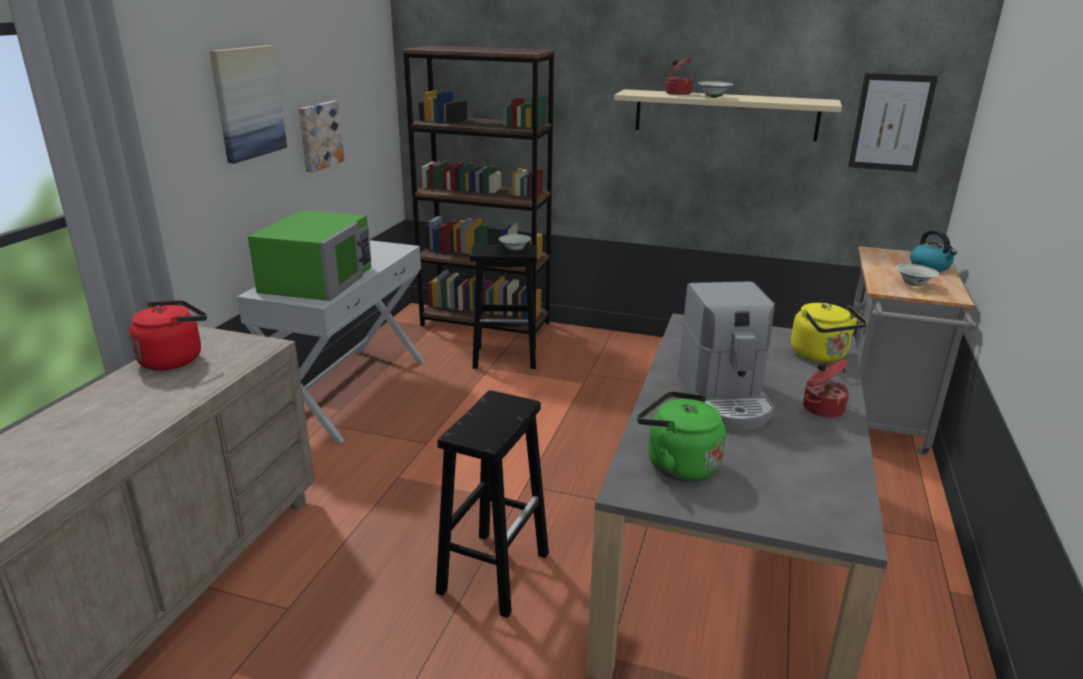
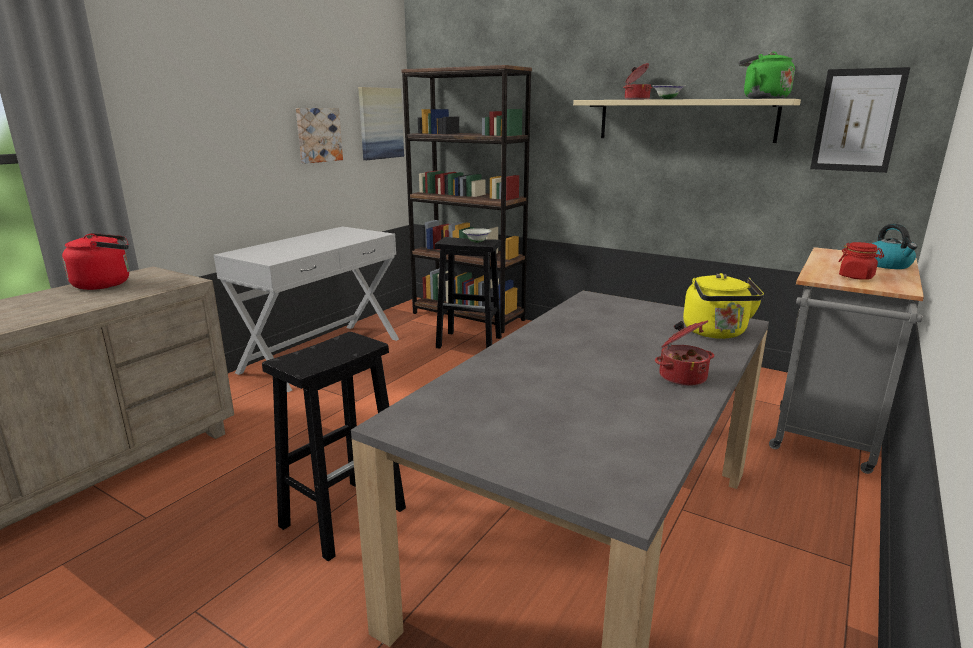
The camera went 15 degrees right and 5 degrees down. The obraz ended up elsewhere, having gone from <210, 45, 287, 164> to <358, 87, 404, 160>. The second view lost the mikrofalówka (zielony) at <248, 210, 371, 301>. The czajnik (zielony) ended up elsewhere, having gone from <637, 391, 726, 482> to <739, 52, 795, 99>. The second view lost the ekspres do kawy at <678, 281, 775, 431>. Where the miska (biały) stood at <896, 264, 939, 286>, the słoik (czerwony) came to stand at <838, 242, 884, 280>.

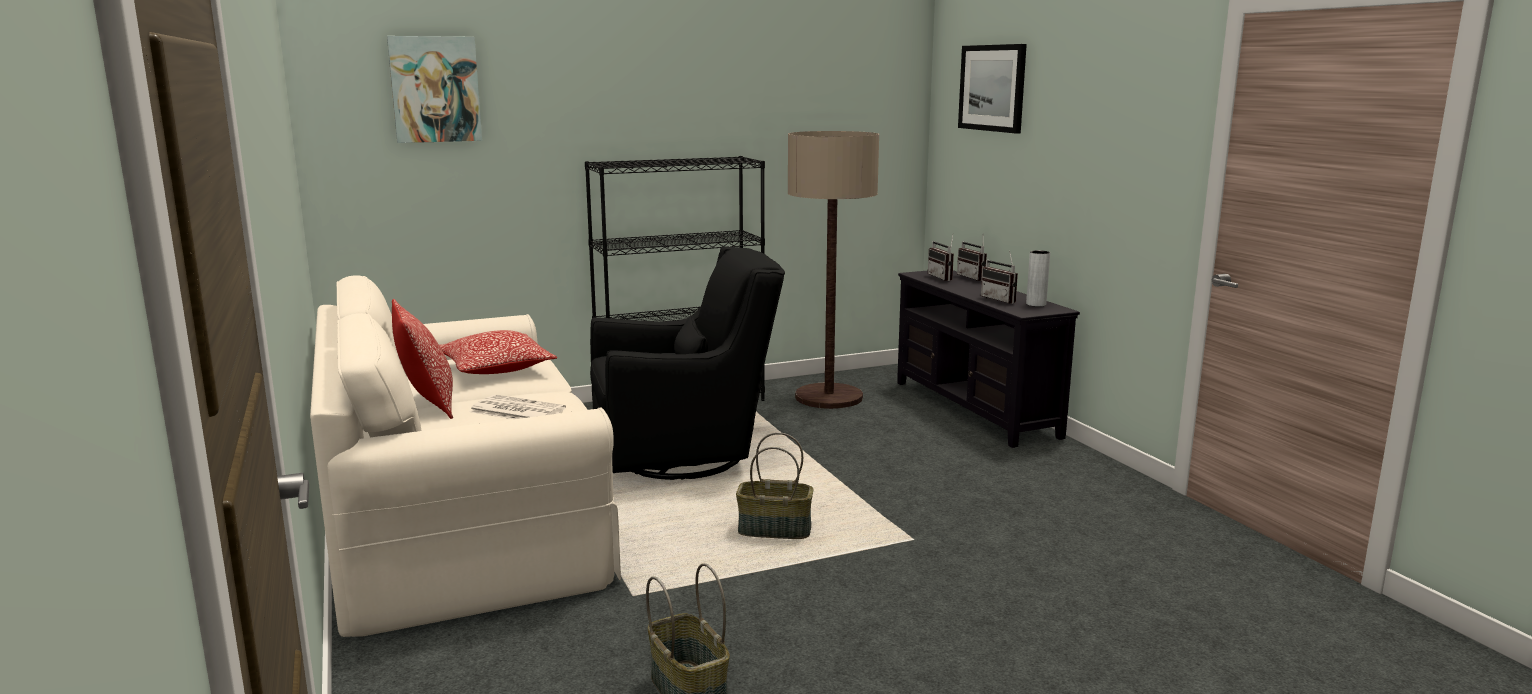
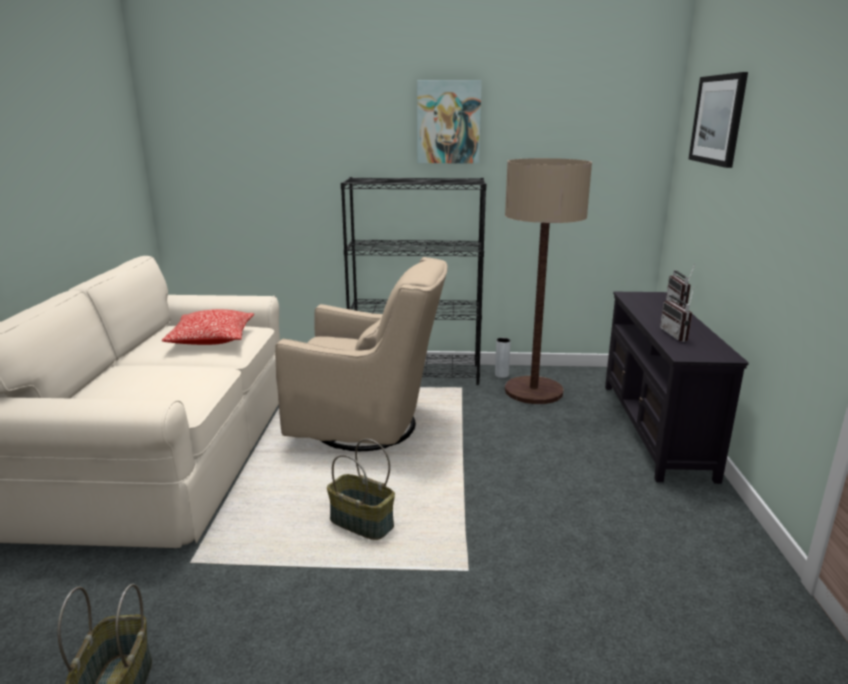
The camera went 25 degrees right and 5 degrees up. The obraz ended up elsewhere, having gone from <387, 36, 482, 143> to <417, 80, 482, 163>. The second view lost the poduszka at <392, 299, 453, 419>. The second view lost the gazeta at <469, 395, 566, 419>. What was the fotel (czarny) at <590, 246, 785, 480> turned into the fotel (beżowy) at <275, 257, 448, 451>. The second view lost the radio at <928, 235, 954, 281>. The wazon (szary) ended up elsewhere, having gone from <1026, 250, 1050, 307> to <495, 338, 511, 378>.

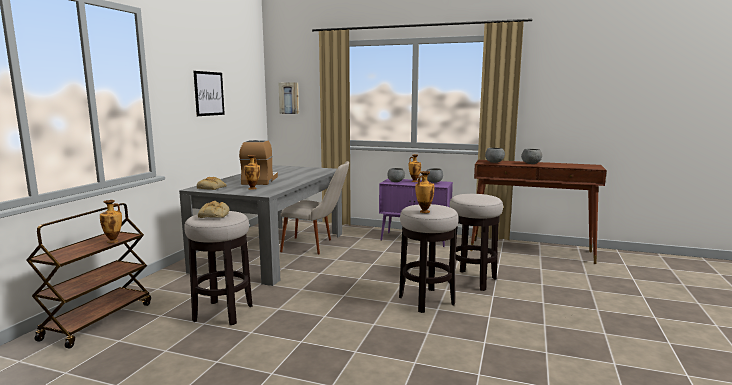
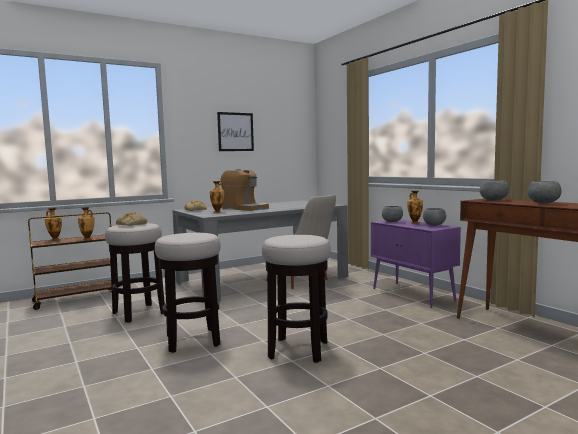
The camera went 40 degrees right and 5 degrees down. The ekspres do kawy at <239, 140, 278, 185> ended up facing another way, 90 degrees clockwise from before. The second view lost the obraz at <279, 82, 299, 114>. The wazon ended up elsewhere, having gone from <415, 171, 434, 213> to <45, 208, 62, 241>. The stołek ended up elsewhere, having gone from <448, 194, 503, 291> to <155, 233, 221, 353>.

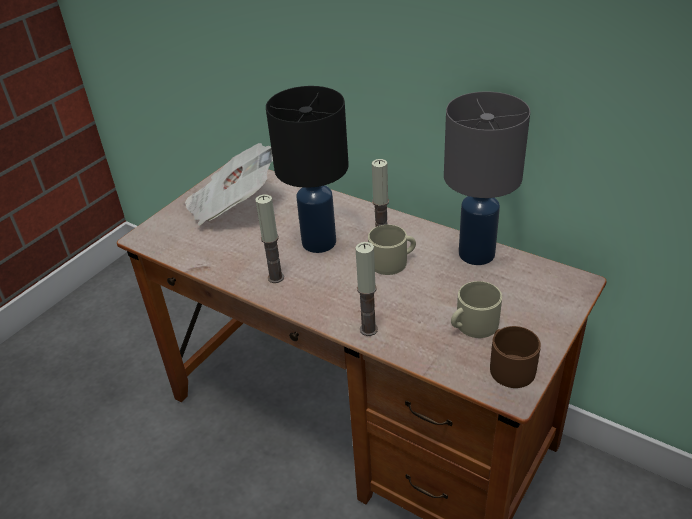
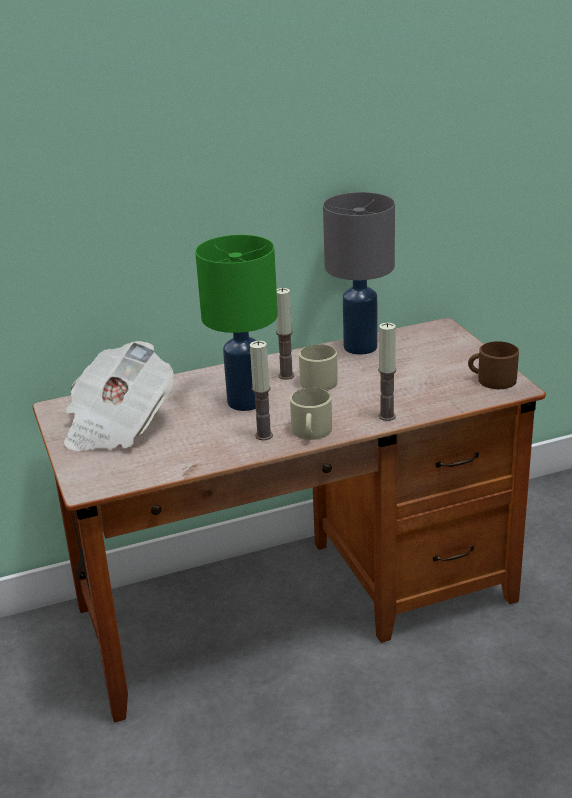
The camera went 55 degrees left and 10 degrees down. What was the lampa stołowa (czarny) at <266, 86, 349, 253> turned into the lampa stołowa (zielony) at <195, 235, 278, 411>. The kubek (beżowy) ended up elsewhere, having gone from <451, 281, 502, 338> to <290, 388, 332, 440>.

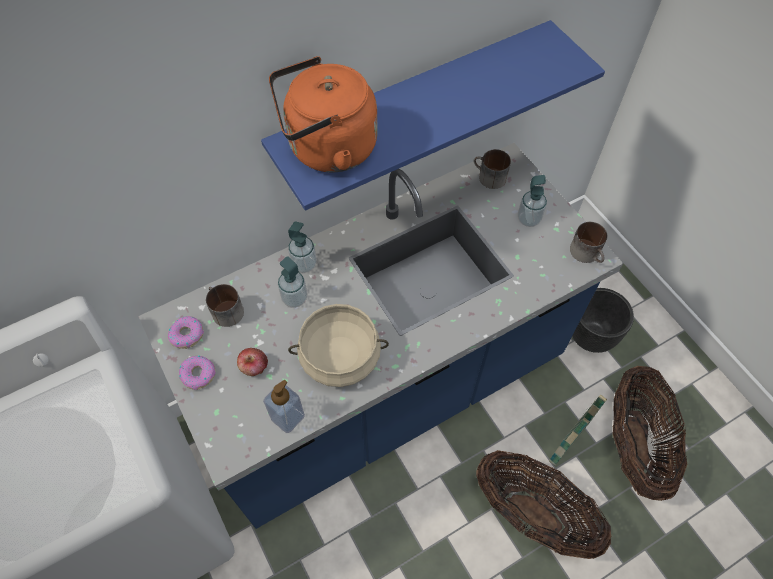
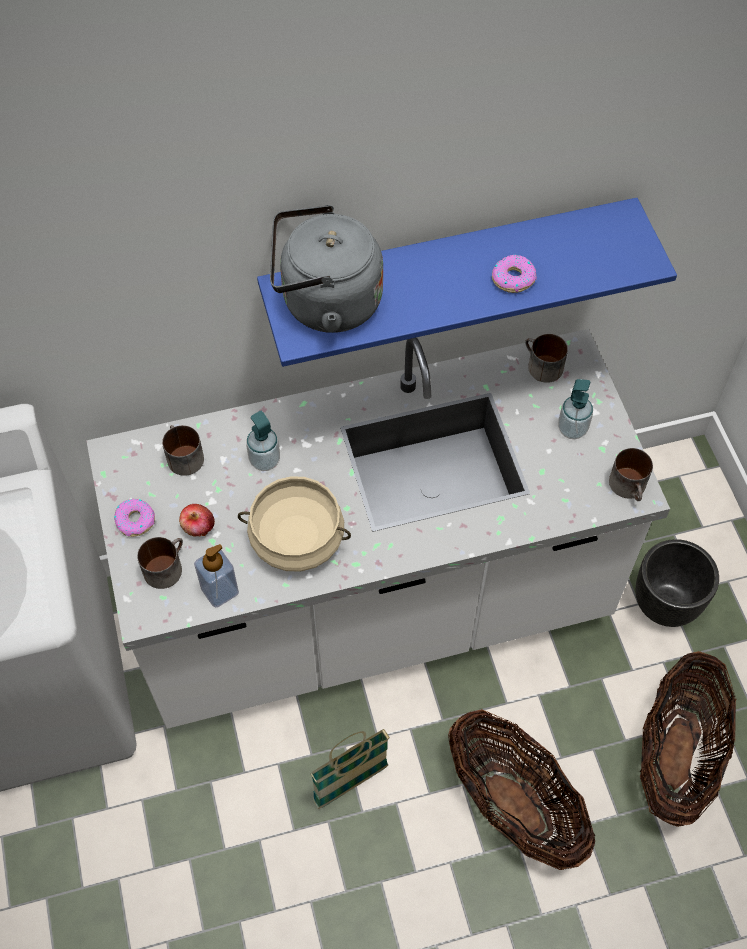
The camera went 15 degrees right and 0 degrees up. What was the zabudowa kuchenna (niebieski) at <138, 143, 623, 529> turned into the zabudowa kuchenna (biały) at <86, 329, 670, 729>. The donut ended up elsewhere, having gone from <168, 316, 204, 349> to <492, 255, 537, 293>. What was the czajnik (pomarańczowy) at <269, 56, 378, 172> turned into the czajnik (szary) at <270, 205, 383, 333>. The second view lost the dozownik mydła at <288, 222, 317, 273>. The koszyk ended up elsewhere, having gone from <549, 394, 607, 465> to <310, 729, 390, 809>. The second view gained the kubek at <137, 537, 183, 589>.

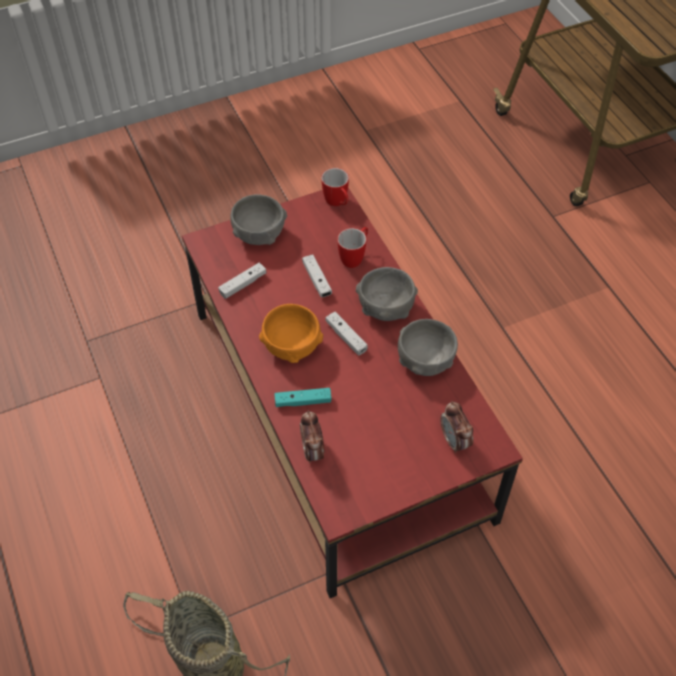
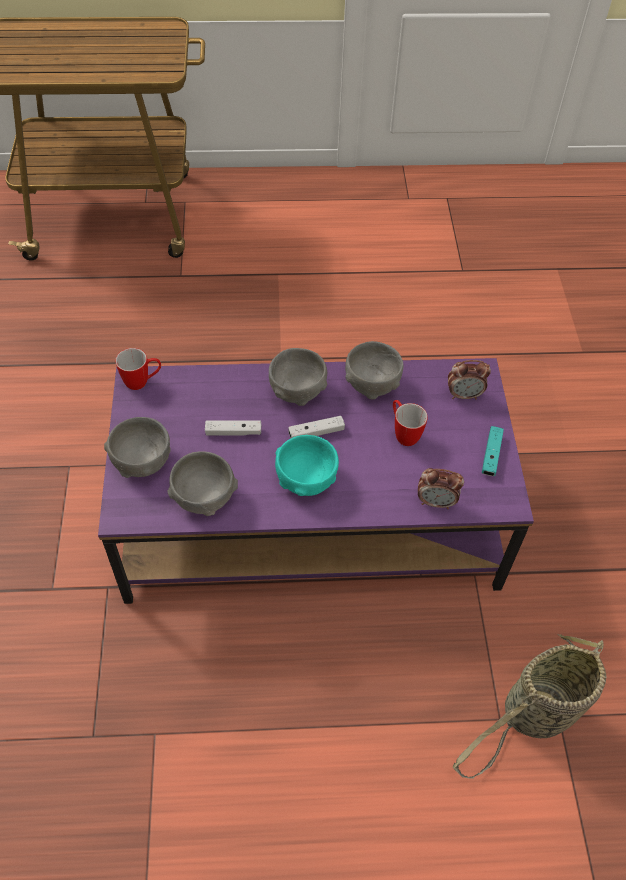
The camera went 70 degrees left and 0 degrees up. What was the ława (czerwony) at <182, 188, 523, 598> turned into the ława (fioletowy) at <98, 358, 534, 604>. Where the pad do gier (biały) stood at <218, 263, 267, 299>, the miska (szary) came to stand at <168, 451, 238, 516>. What was the miska (pomarańczowy) at <259, 304, 323, 363> turned into the miska (turkusowy) at <275, 435, 339, 496>. The pad do gier (turkusowy) ended up elsewhere, having gone from <274, 388, 331, 407> to <482, 426, 504, 476>. The kubek ended up elsewhere, having gone from <337, 227, 368, 268> to <393, 400, 428, 446>.

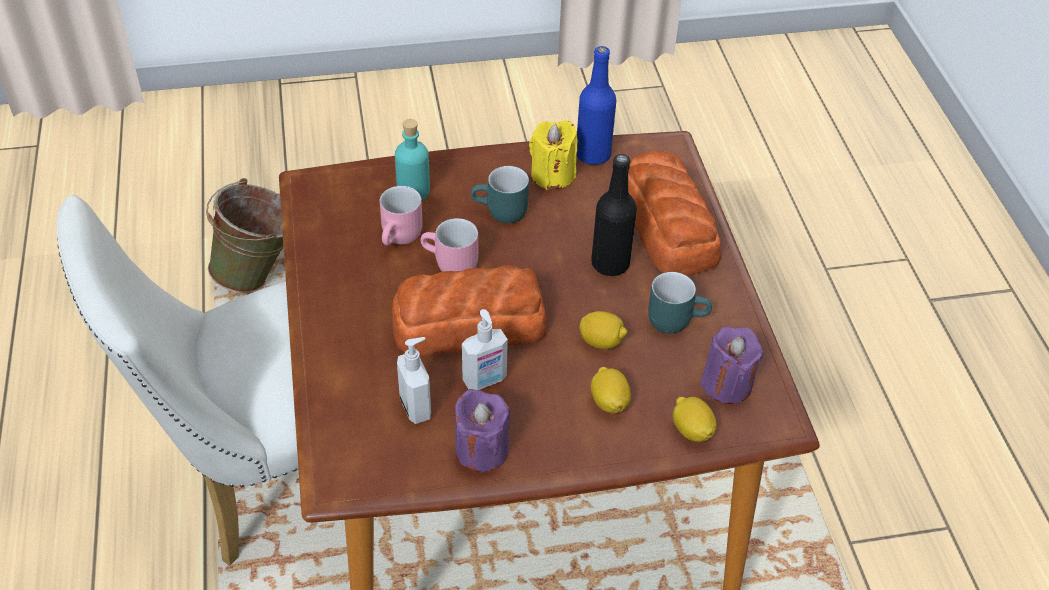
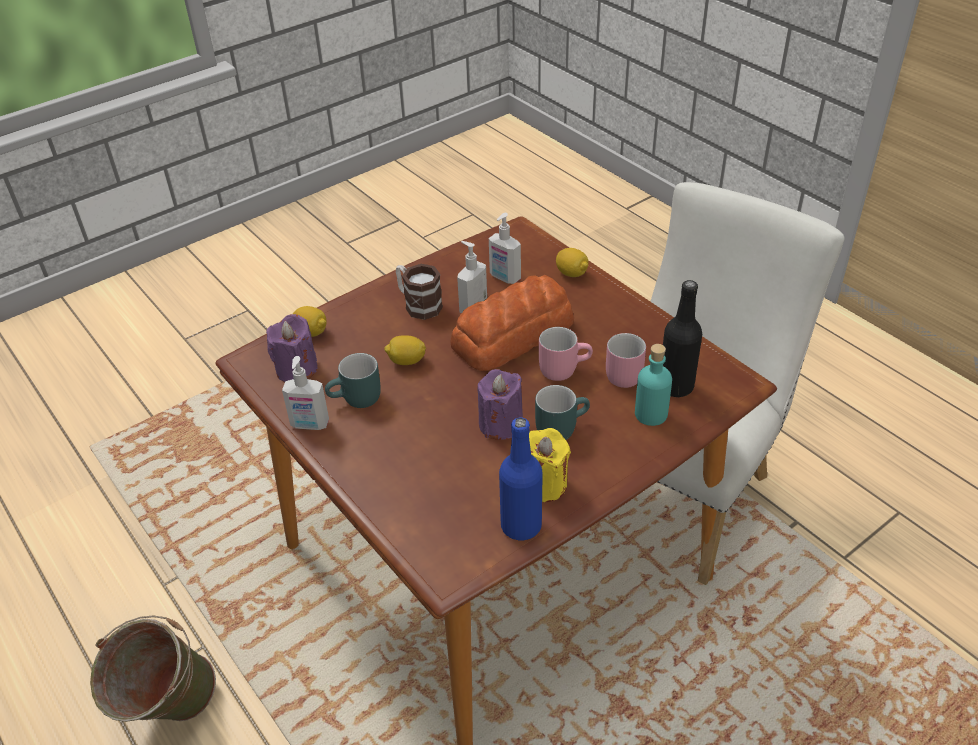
The camera went 155 degrees right and 5 degrees down. The wiadro (zielony) ended up elsewhere, having gone from <206, 178, 284, 293> to <90, 615, 216, 722>. The świeca (fioletowy) ended up elsewhere, having gone from <454, 389, 510, 472> to <477, 369, 523, 440>. The butelka (czarny) ended up elsewhere, having gone from <591, 154, 637, 276> to <663, 280, 702, 397>. The cytryna ended up elsewhere, having gone from <591, 367, 631, 413> to <556, 248, 588, 277>. The second view lost the chleb at <628, 151, 721, 276>. The second view gained the dozownik mydła at <282, 356, 329, 430>. The second view gained the kubek at <396, 264, 443, 320>.

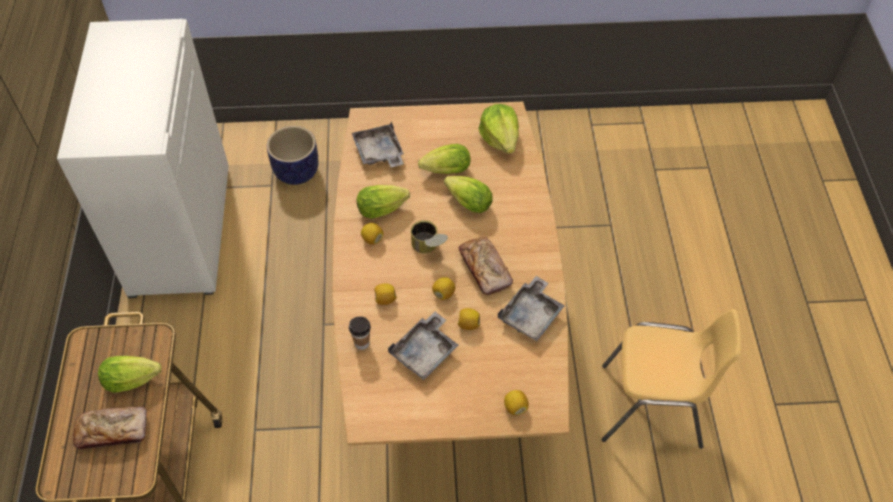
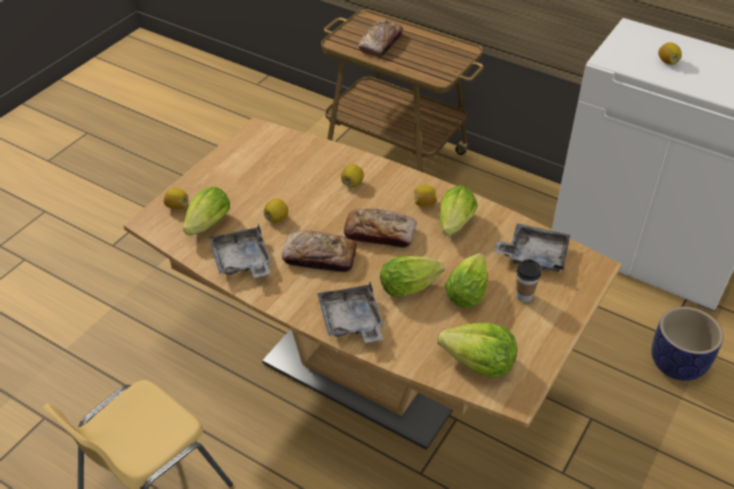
The camera went 125 degrees right and 10 degrees down. The sałata ended up elsewhere, having gone from <98, 356, 161, 392> to <183, 186, 230, 236>. The filiżanka ended up elsewhere, having gone from <349, 316, 371, 350> to <516, 259, 541, 302>. The taca (szary) ended up elsewhere, having gone from <388, 312, 458, 380> to <317, 282, 384, 343>. Where the puszka stood at <411, 220, 448, 253>, the chleb came to stand at <344, 209, 417, 248>. The cytryna ended up elsewhere, having gone from <432, 277, 455, 300> to <658, 42, 682, 65>.

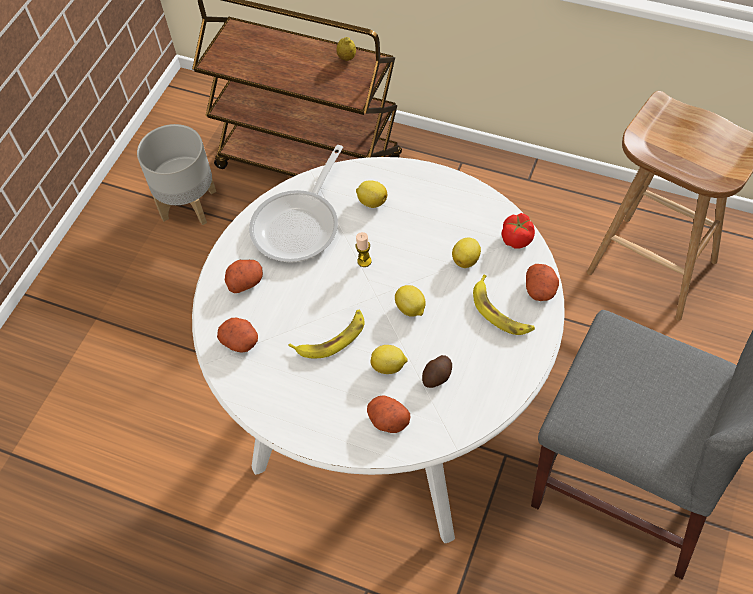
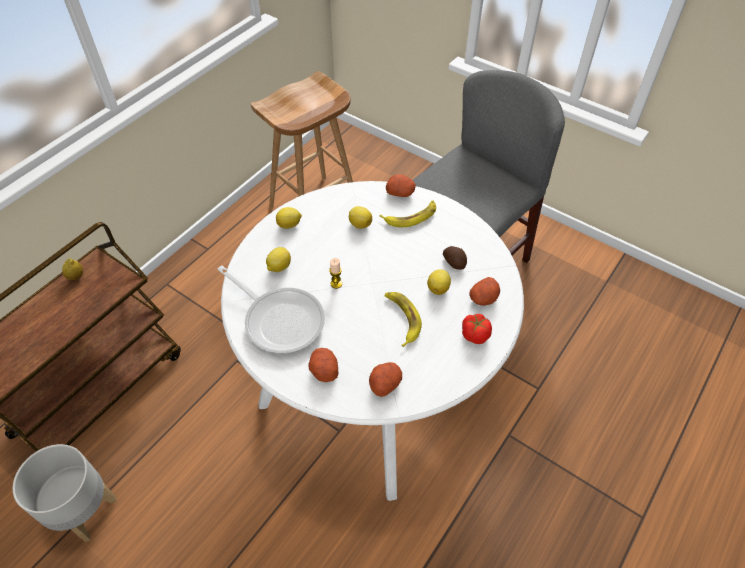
The camera went 80 degrees left and 5 degrees down. The cytryna ended up elsewhere, having gone from <395, 285, 426, 317> to <276, 207, 302, 229>. The pomidor ended up elsewhere, having gone from <502, 213, 535, 249> to <462, 314, 492, 344>.

